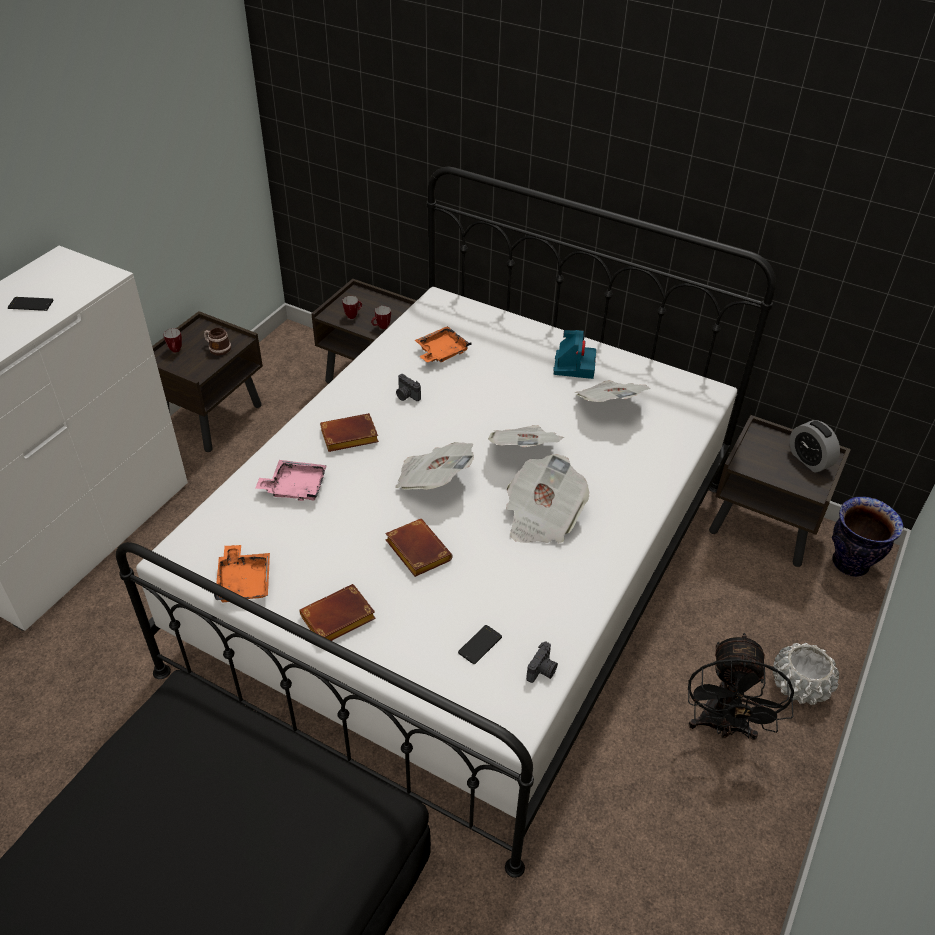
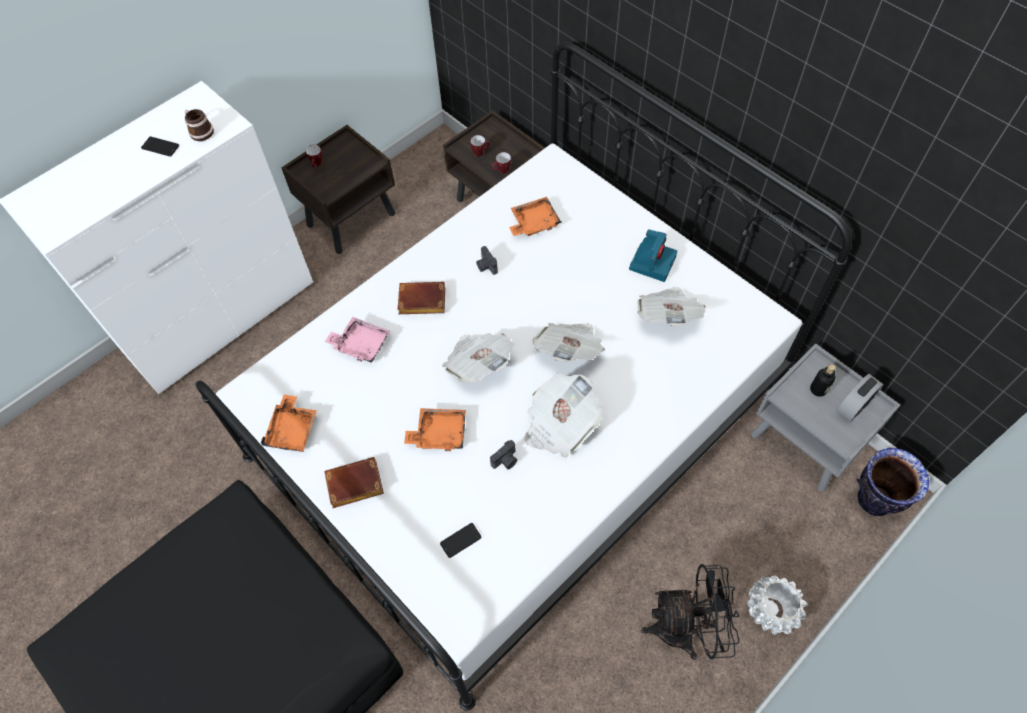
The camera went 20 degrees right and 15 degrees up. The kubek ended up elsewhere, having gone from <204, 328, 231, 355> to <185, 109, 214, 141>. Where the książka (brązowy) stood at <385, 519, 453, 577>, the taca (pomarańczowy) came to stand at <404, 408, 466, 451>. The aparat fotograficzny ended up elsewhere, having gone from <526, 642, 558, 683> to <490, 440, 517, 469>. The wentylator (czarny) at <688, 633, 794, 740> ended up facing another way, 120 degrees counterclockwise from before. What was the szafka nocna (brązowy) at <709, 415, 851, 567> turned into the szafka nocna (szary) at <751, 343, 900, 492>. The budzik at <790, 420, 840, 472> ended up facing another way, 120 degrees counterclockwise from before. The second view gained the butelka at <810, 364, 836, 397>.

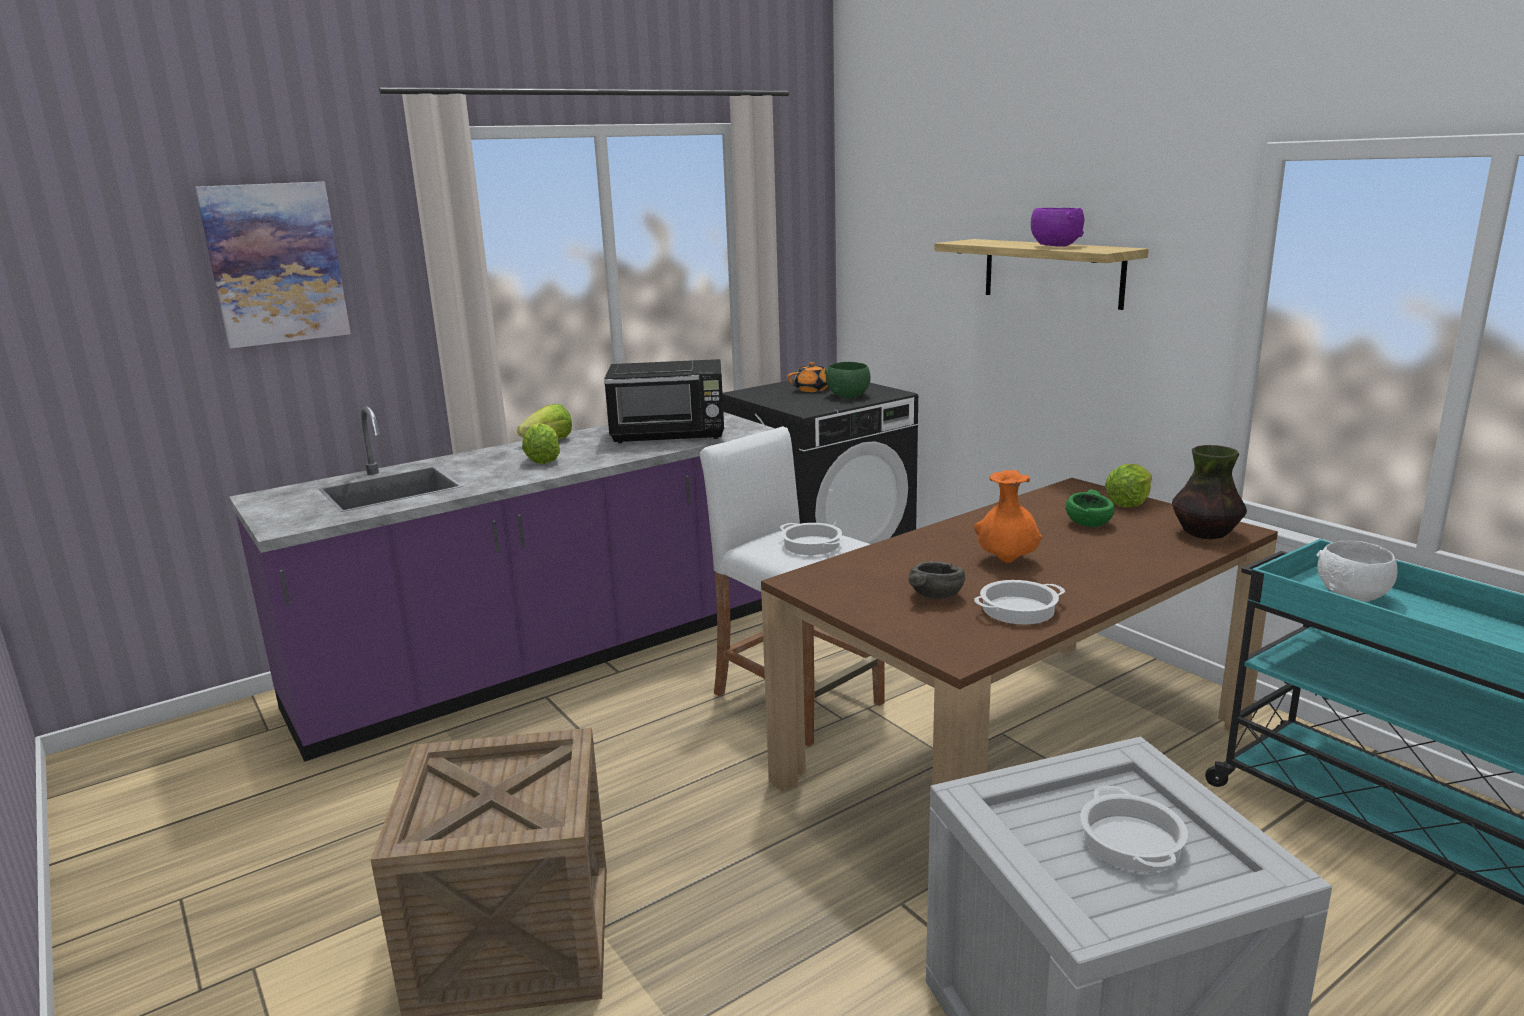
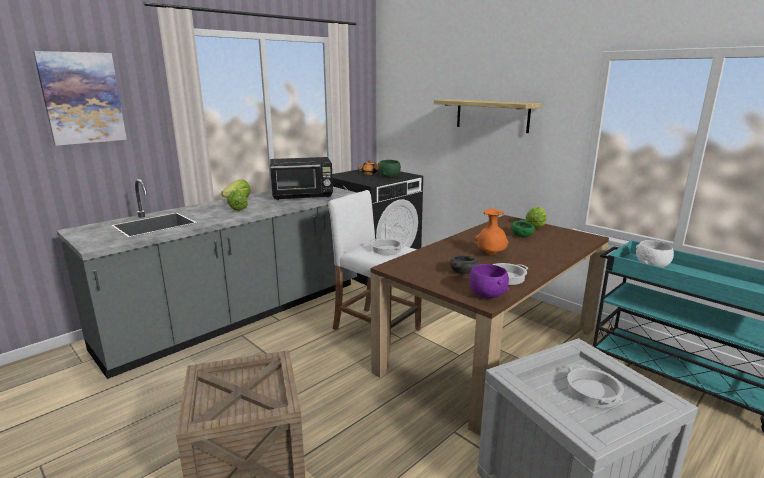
The camera went 10 degrees left and 0 degrees up. What was the zabudowa kuchenna (fioletowy) at <229, 406, 775, 762> turned into the zabudowa kuchenna (szary) at <57, 179, 357, 379>. The miska (fioletowy) ended up elsewhere, having gone from <1031, 208, 1084, 247> to <469, 264, 509, 298>. The second view lost the wazon at <1172, 445, 1247, 539>.

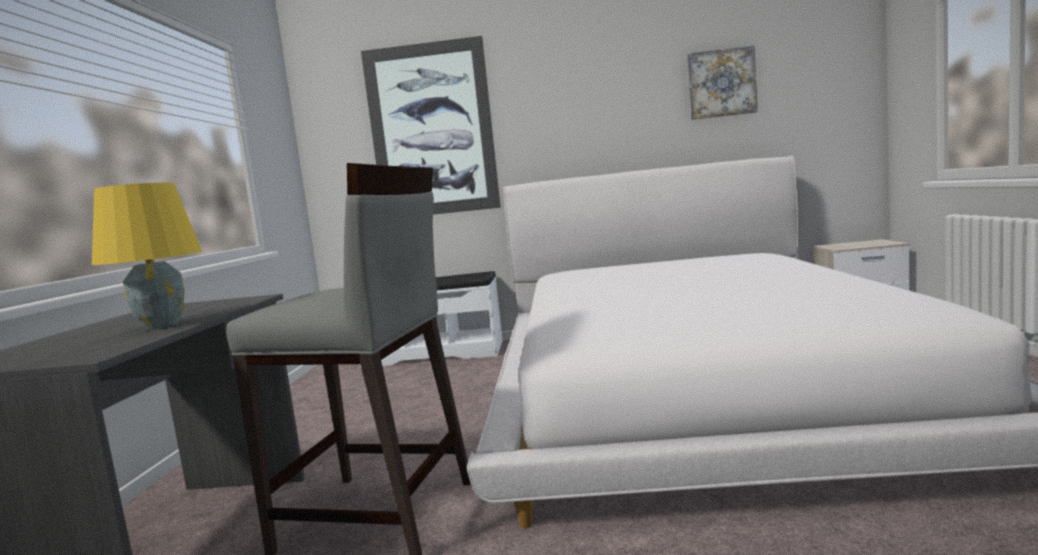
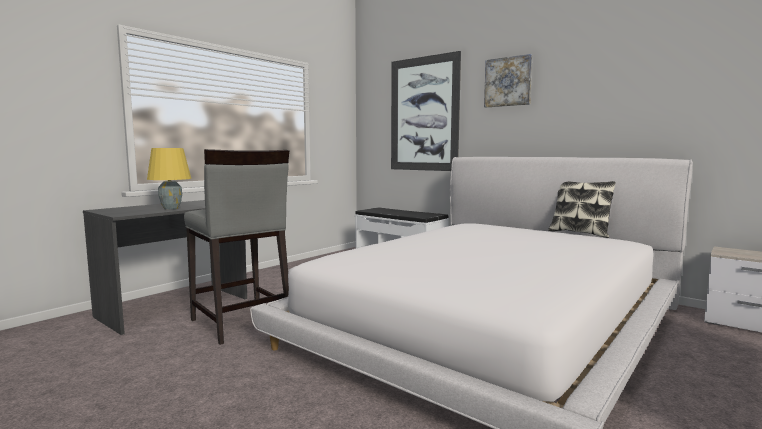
The camera went 35 degrees right and 0 degrees up. The obraz ended up elsewhere, having gone from <687, 45, 758, 120> to <484, 54, 532, 107>. The second view gained the poduszka at <548, 181, 616, 238>.

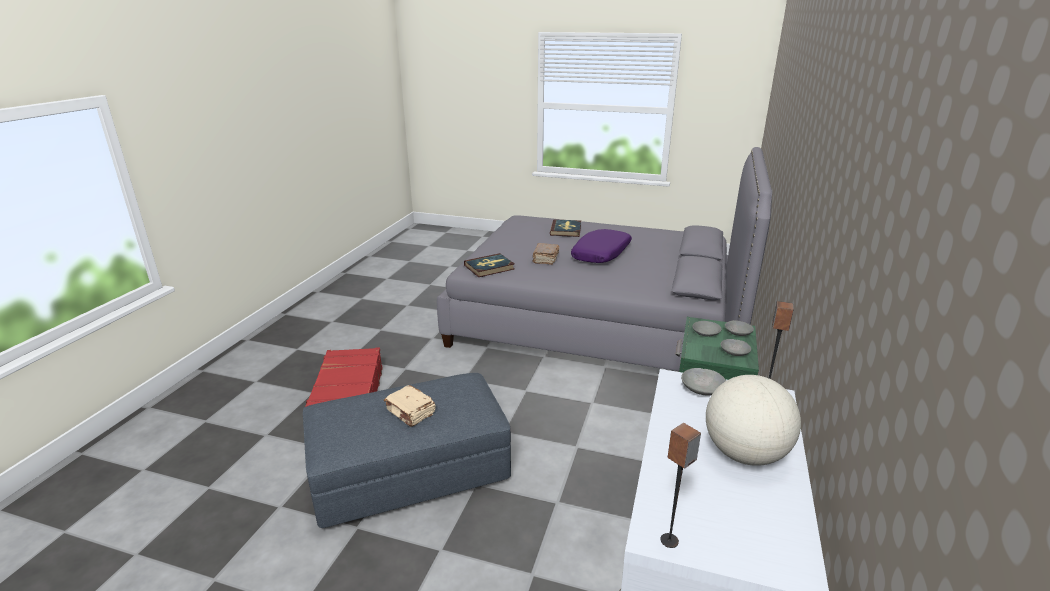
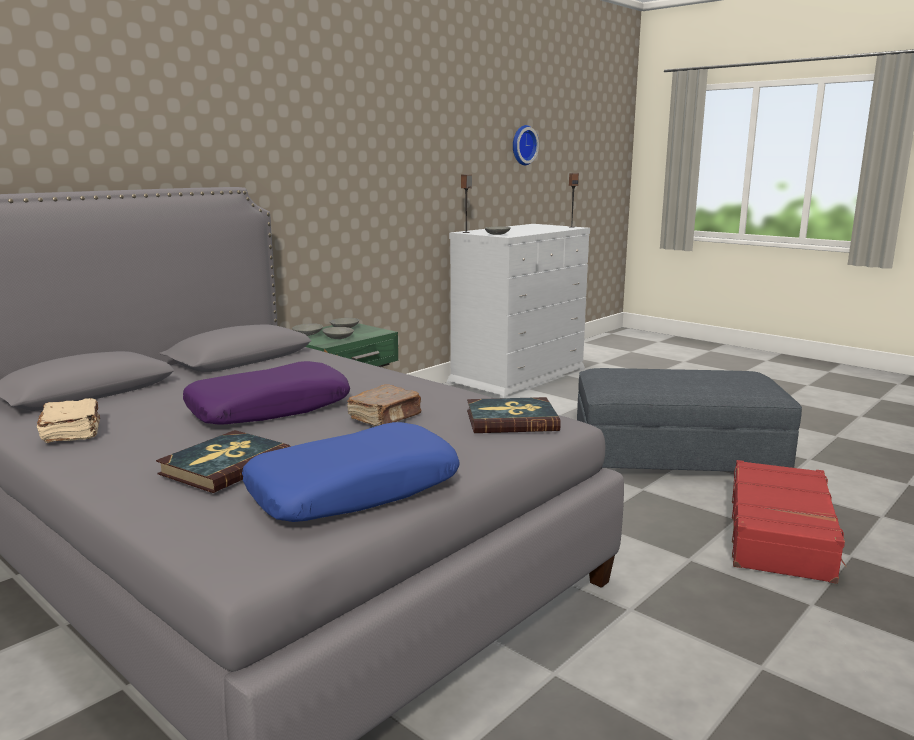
The camera went 155 degrees left and 10 degrees down. The książka (beżowy) ended up elsewhere, having gone from <384, 385, 436, 427> to <37, 398, 100, 443>. The second view lost the globus at <706, 375, 801, 466>. The second view gained the poduszka (niebieski) at <242, 422, 460, 522>. The second view gained the zegar ścienny at <513, 125, 539, 165>.

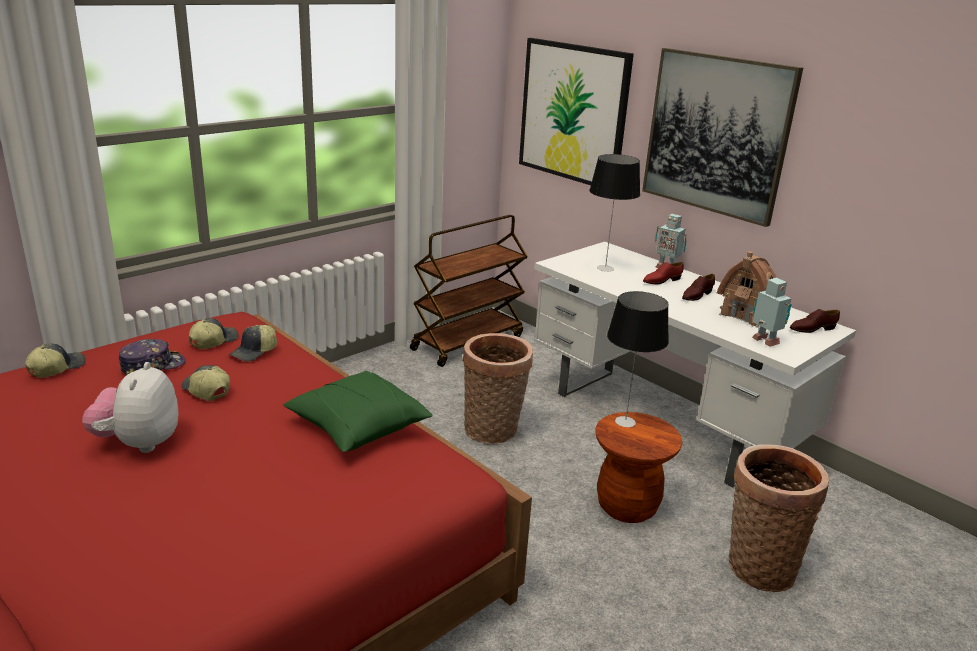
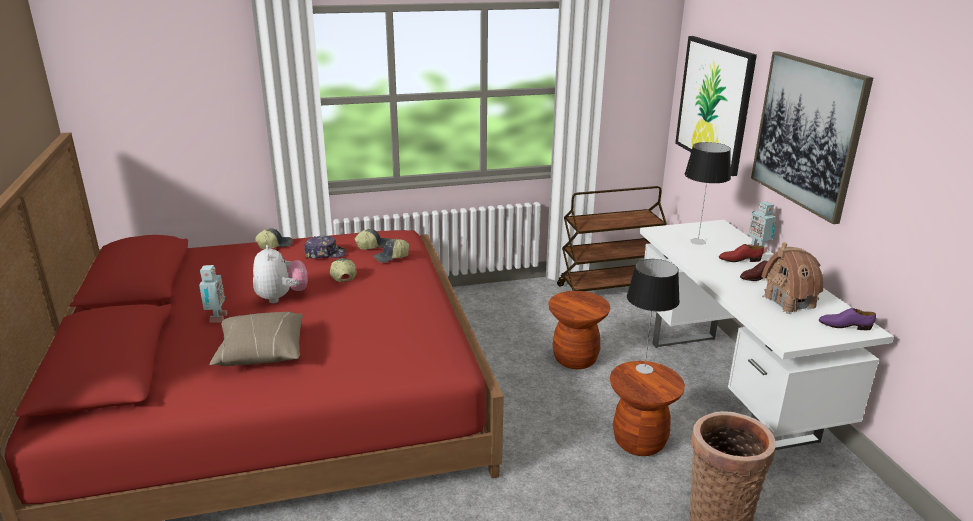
The camera went 30 degrees right and 0 degrees up. The pluszak at <82, 362, 178, 453> ended up facing another way, 135 degrees clockwise from before. The second view lost the poduszka (zielony) at <283, 371, 433, 452>. Where the koszyk stood at <462, 333, 533, 444>, the stołek (brązowy) came to stand at <548, 291, 610, 369>. The robot zabawkowy ended up elsewhere, having gone from <752, 277, 792, 347> to <199, 265, 227, 323>. What was the but (brązowy) at <790, 309, 840, 333> turned into the but (fioletowy) at <819, 308, 876, 330>. The second view gained the poduszka (beżowy) at <209, 311, 303, 366>.

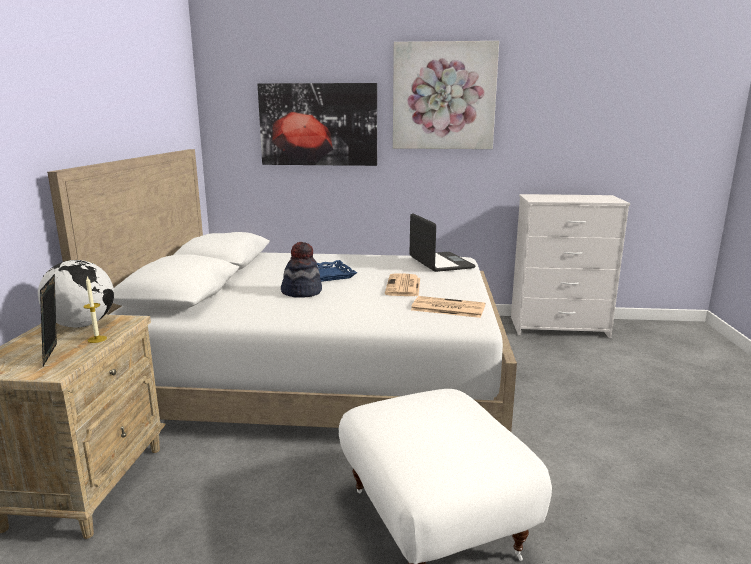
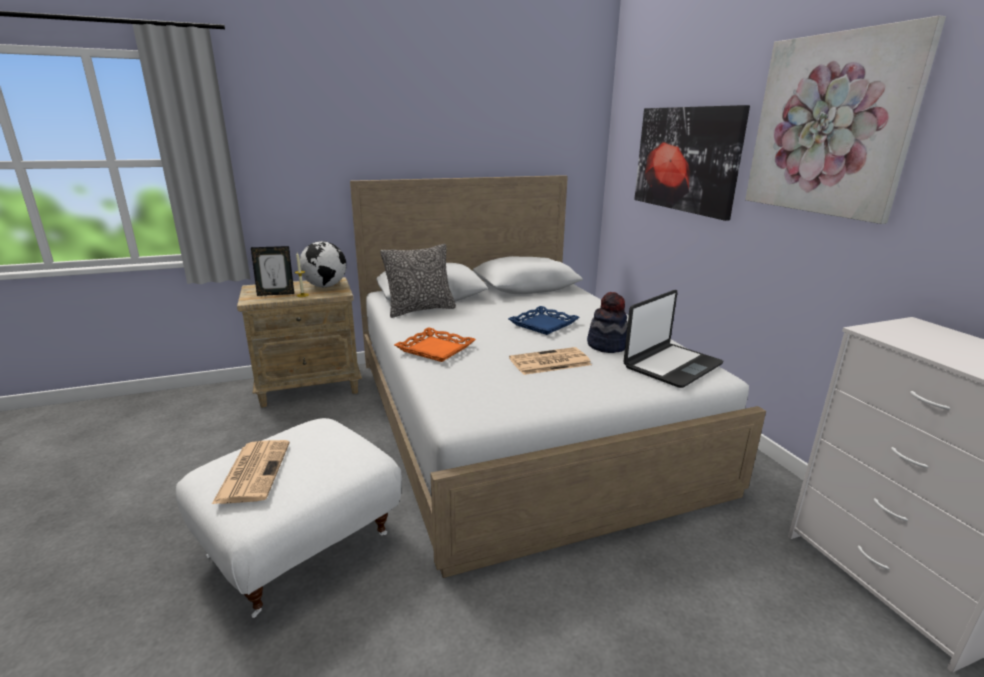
The camera went 65 degrees right and 5 degrees up. The ramka na zdjęcie at <40, 274, 57, 366> ended up facing another way, 150 degrees counterclockwise from before. The kapelusz ended up elsewhere, having gone from <281, 242, 322, 298> to <587, 292, 628, 353>. The gazeta ended up elsewhere, having gone from <411, 296, 485, 318> to <212, 440, 290, 504>. The second view gained the poduszka at <380, 244, 456, 318>. The second view gained the taca (pomarańczowy) at <394, 327, 476, 362>.

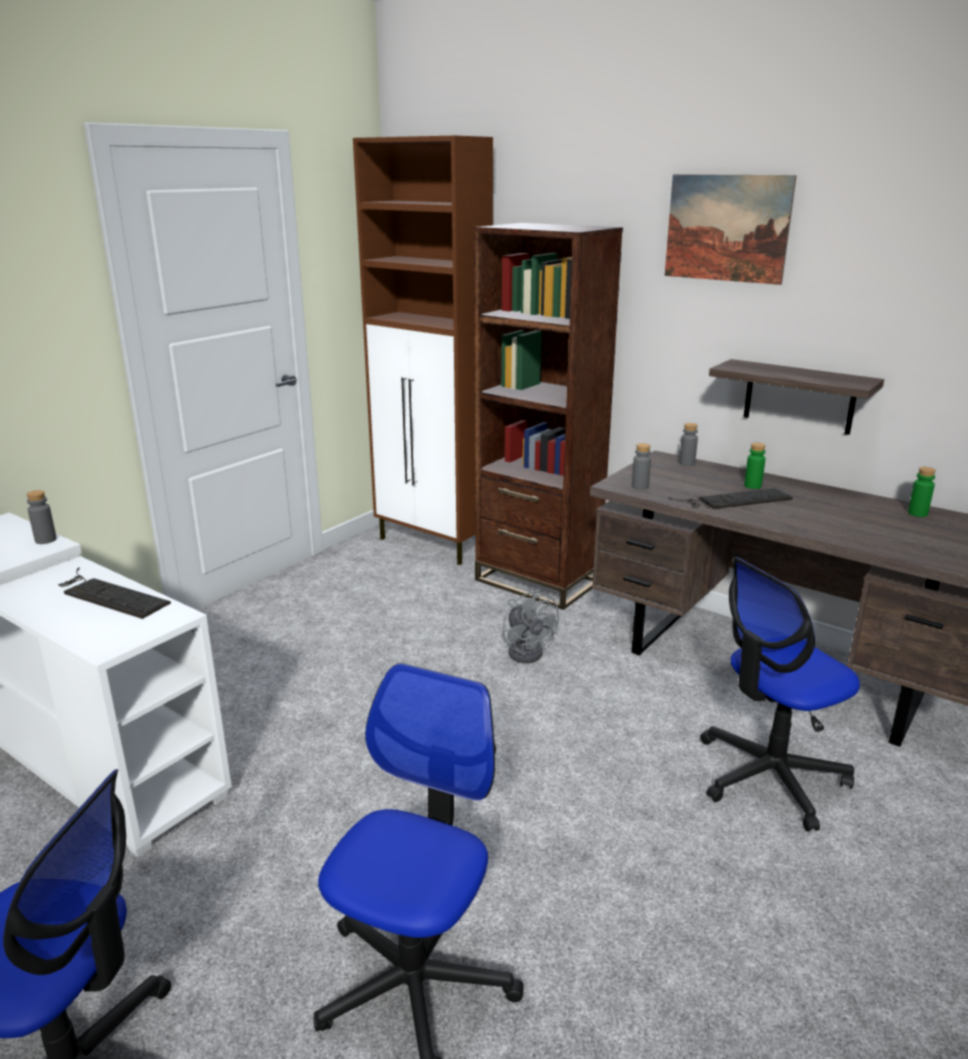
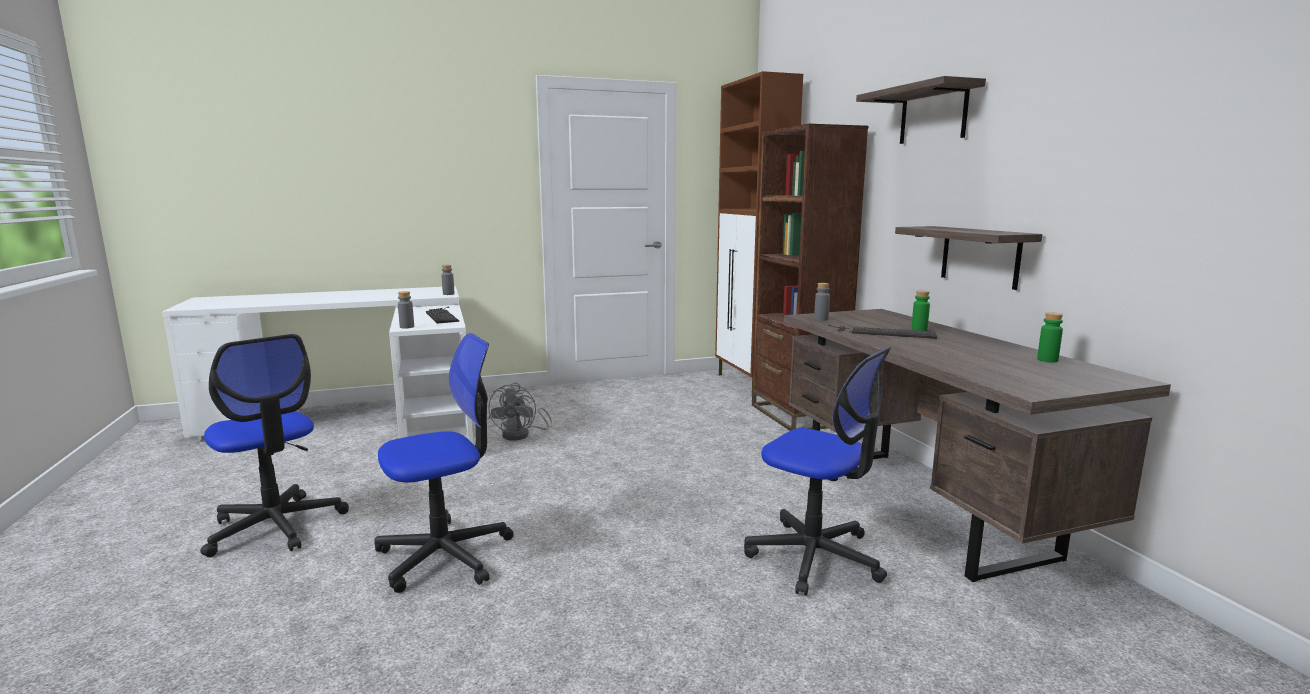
The camera went 35 degrees right and 10 degrees down. The wentylator (szary) ended up elsewhere, having gone from <501, 588, 559, 663> to <488, 382, 552, 441>. Where the obraz hung at <665, 174, 797, 285>, the półka came to hang at <856, 76, 986, 144>. The butelka (szary) ended up elsewhere, having gone from <679, 423, 698, 466> to <398, 291, 414, 329>. The krzesło biurowe at <700, 557, 860, 832> ended up facing another way, 150 degrees counterclockwise from before.

